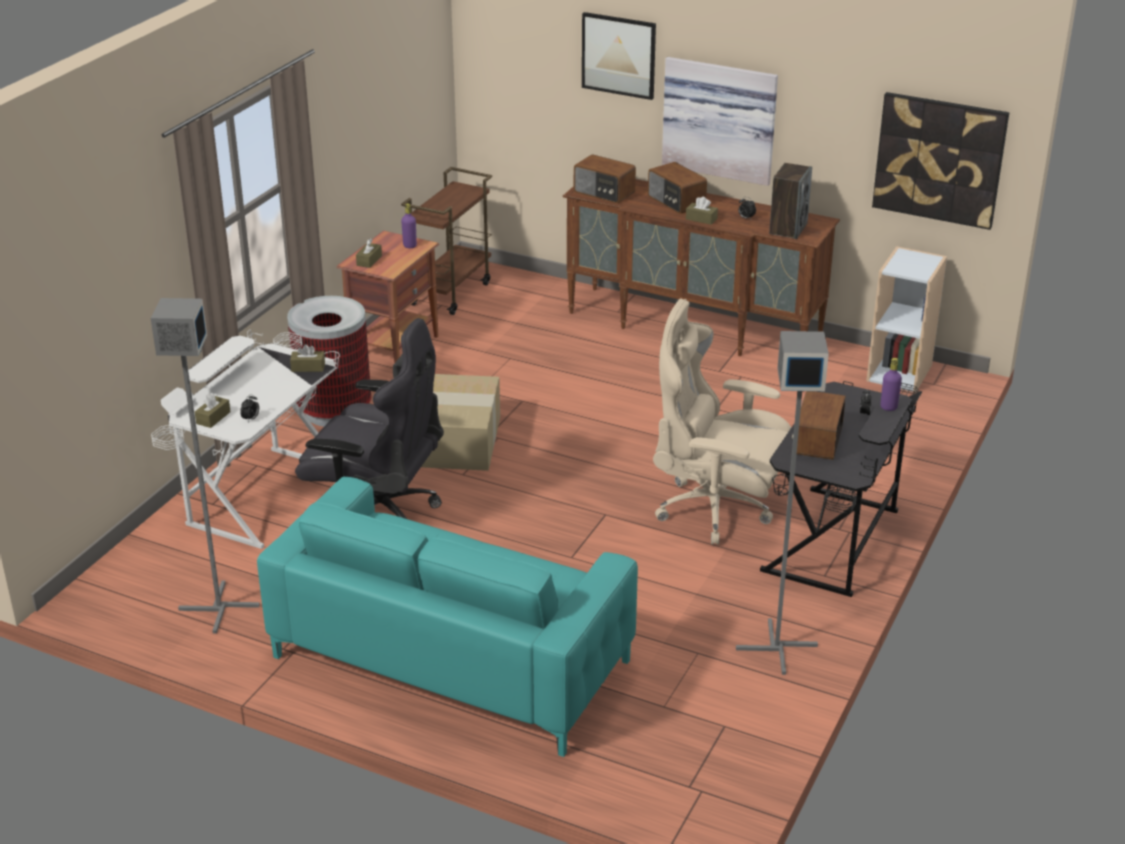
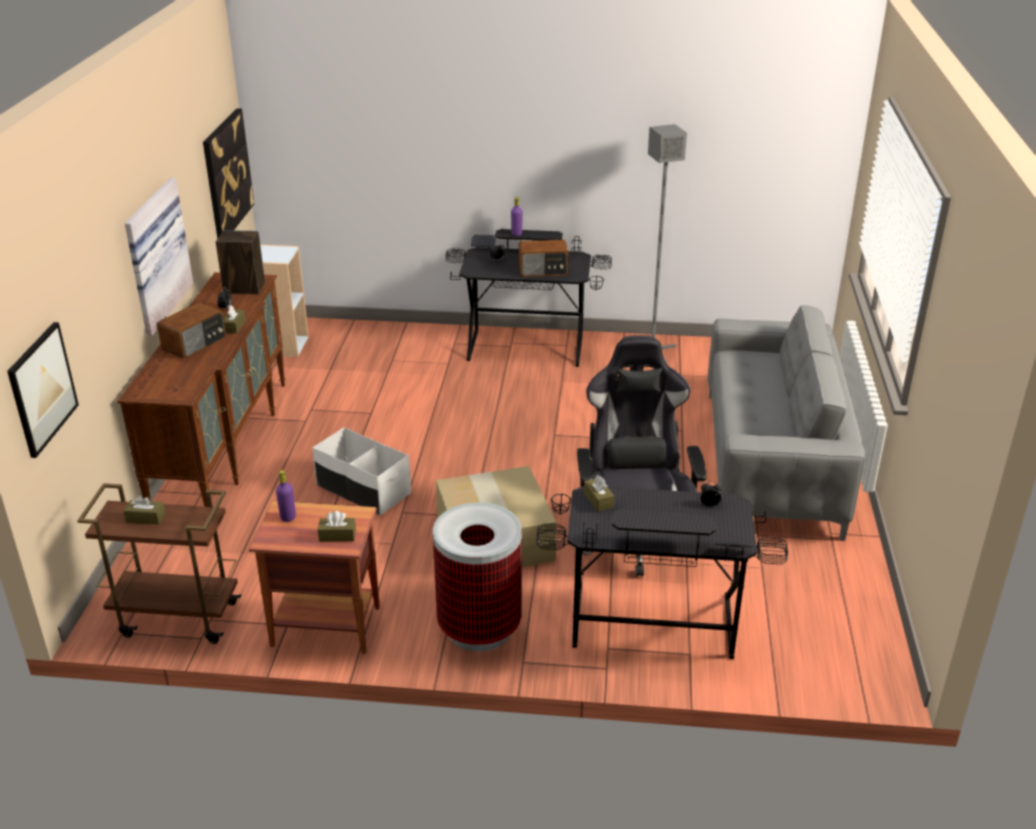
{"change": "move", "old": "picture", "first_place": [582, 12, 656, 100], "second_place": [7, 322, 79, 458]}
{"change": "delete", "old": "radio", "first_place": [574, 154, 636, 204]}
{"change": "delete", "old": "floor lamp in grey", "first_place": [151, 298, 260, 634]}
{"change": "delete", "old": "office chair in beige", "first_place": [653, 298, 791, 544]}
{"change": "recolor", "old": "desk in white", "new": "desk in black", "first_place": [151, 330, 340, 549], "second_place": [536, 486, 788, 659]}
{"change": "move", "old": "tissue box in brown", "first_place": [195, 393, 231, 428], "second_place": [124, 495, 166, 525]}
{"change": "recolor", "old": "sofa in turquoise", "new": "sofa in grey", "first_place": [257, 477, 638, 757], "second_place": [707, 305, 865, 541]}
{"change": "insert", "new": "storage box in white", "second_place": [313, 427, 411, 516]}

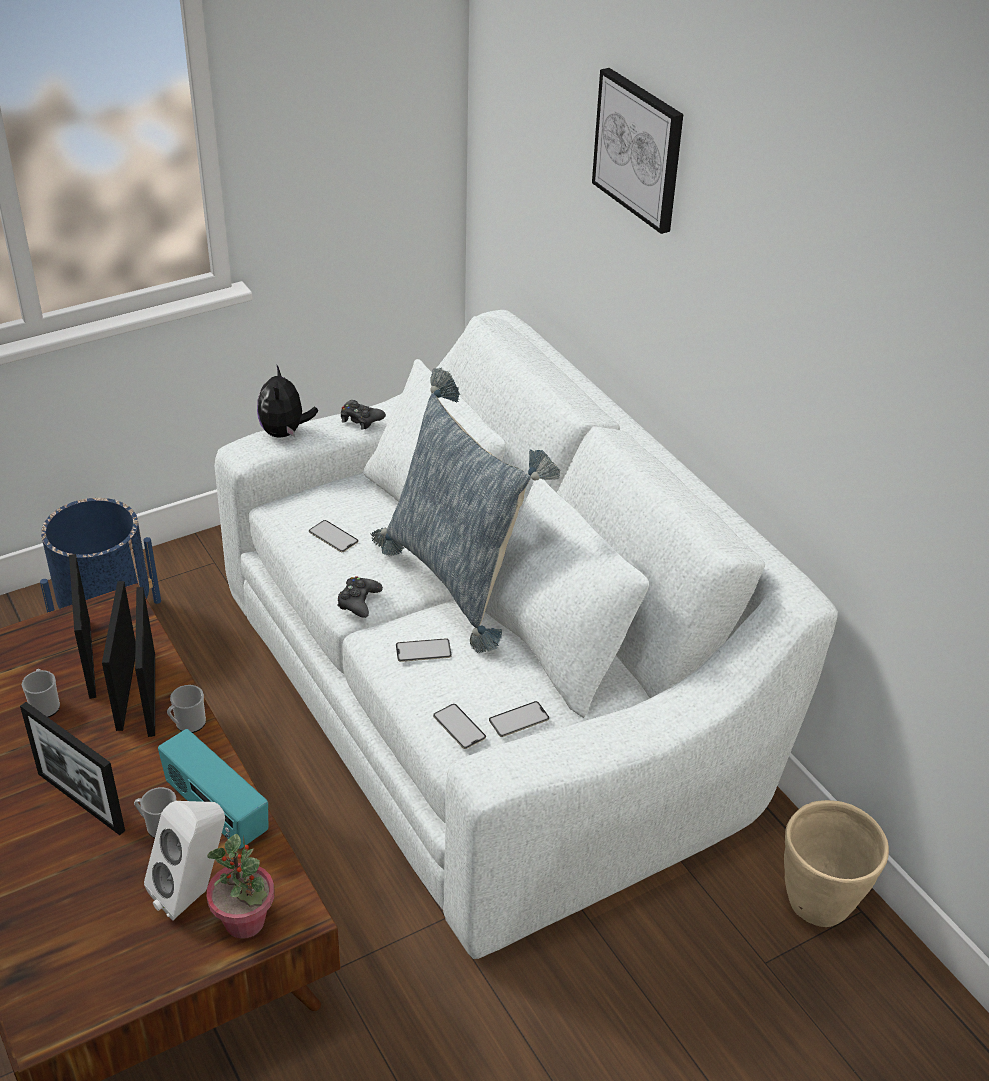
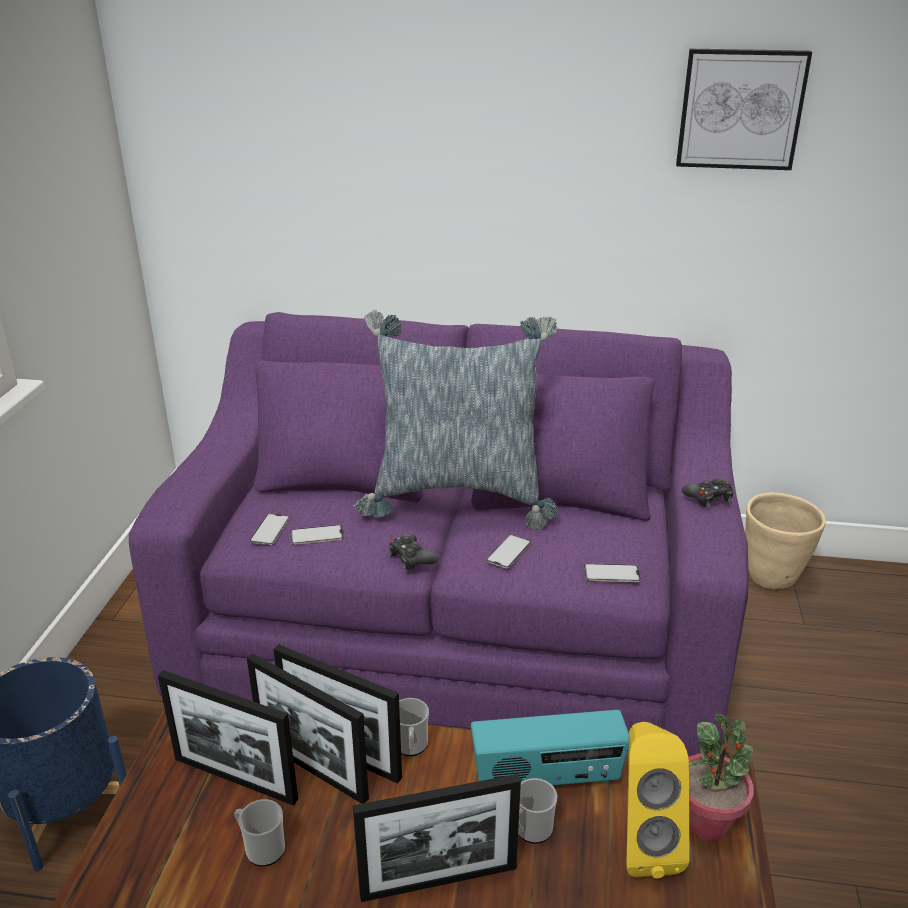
{"change": "move", "old": "picture", "first_place": [592, 68, 683, 234], "second_place": [676, 49, 812, 170]}
{"change": "recolor", "old": "sofa in white", "new": "sofa in purple", "first_place": [215, 310, 838, 959], "second_place": [129, 312, 748, 756]}
{"change": "delete", "old": "plush toy", "first_place": [257, 365, 318, 438]}
{"change": "move", "old": "game controller in black", "first_place": [341, 400, 386, 430], "second_place": [682, 478, 733, 508]}
{"change": "move", "old": "phone", "first_place": [489, 701, 549, 737], "second_place": [249, 513, 290, 545]}
{"change": "recolor", "old": "speaker in white", "new": "speaker in yellow", "first_place": [144, 801, 225, 921], "second_place": [626, 722, 690, 878]}

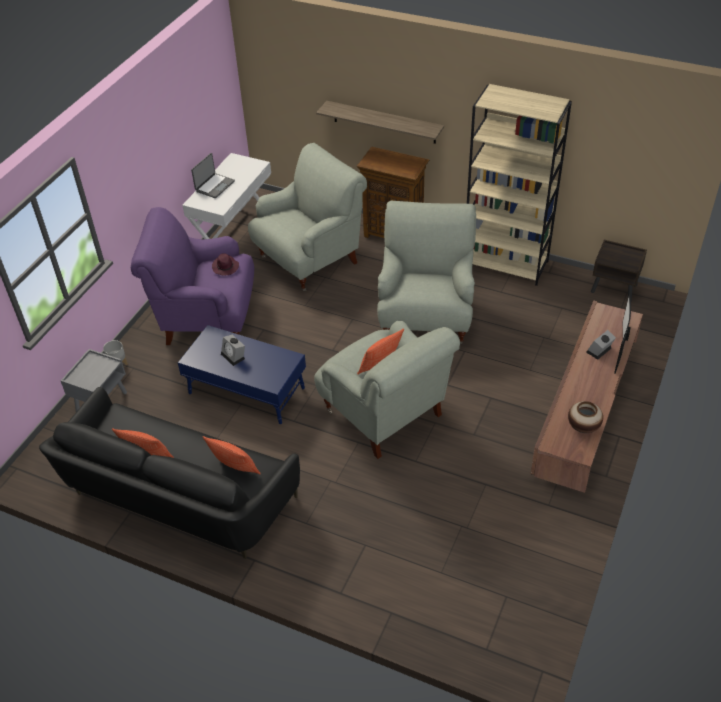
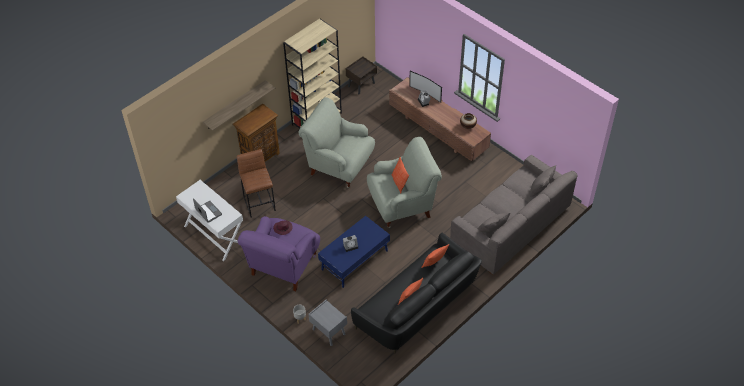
{"change": "replace", "old": "armchair in grey", "new": "stool in brown", "first_place": [248, 143, 367, 291], "second_place": [237, 149, 276, 218]}
{"change": "insert", "new": "sofa in grey", "second_place": [450, 155, 578, 275]}

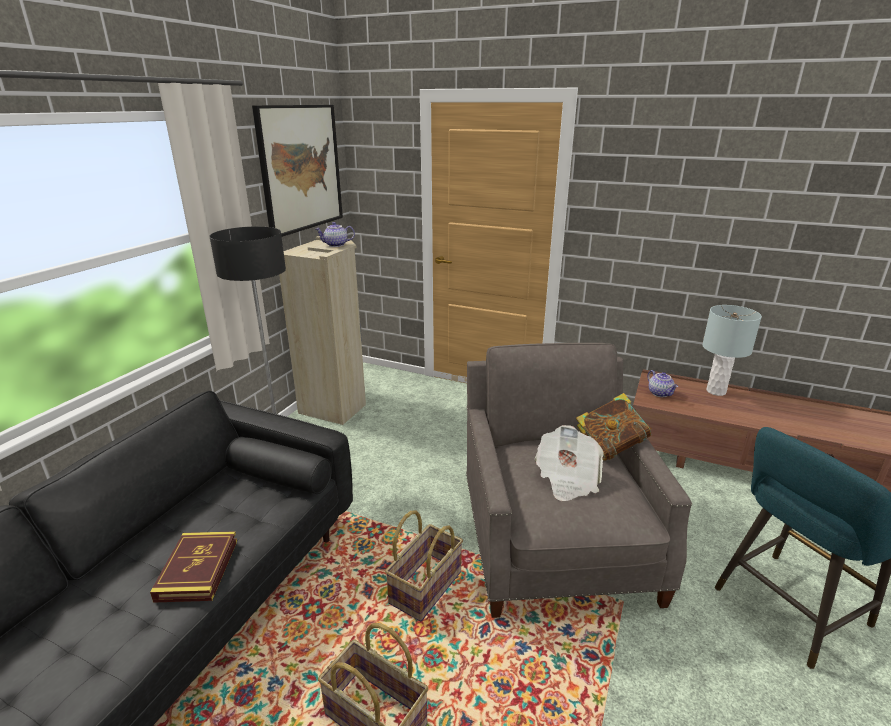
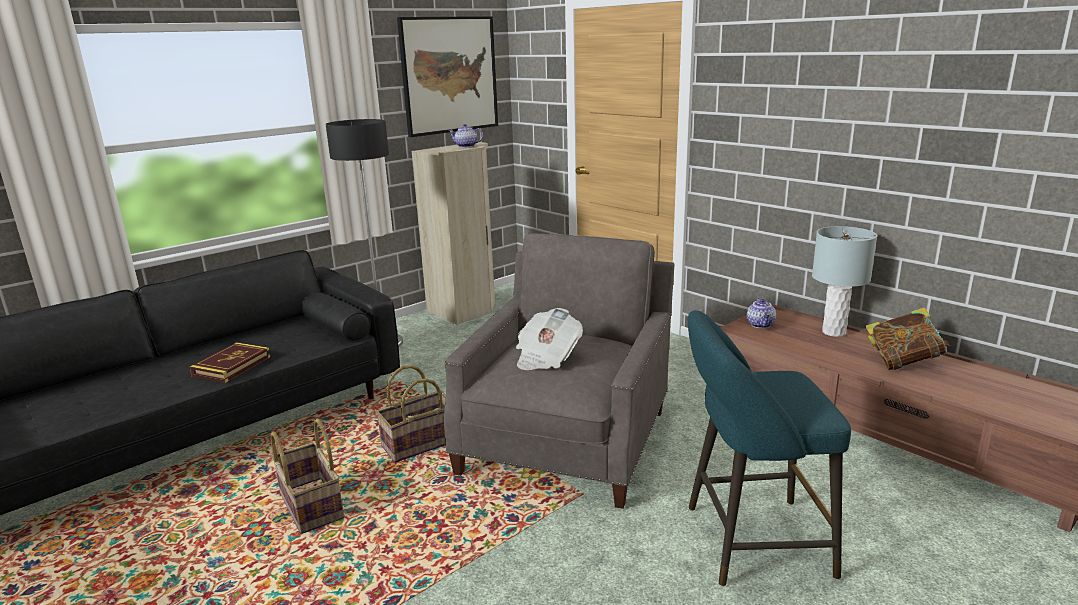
{"change": "move", "old": "book", "first_place": [576, 393, 652, 461], "second_place": [866, 307, 950, 370]}

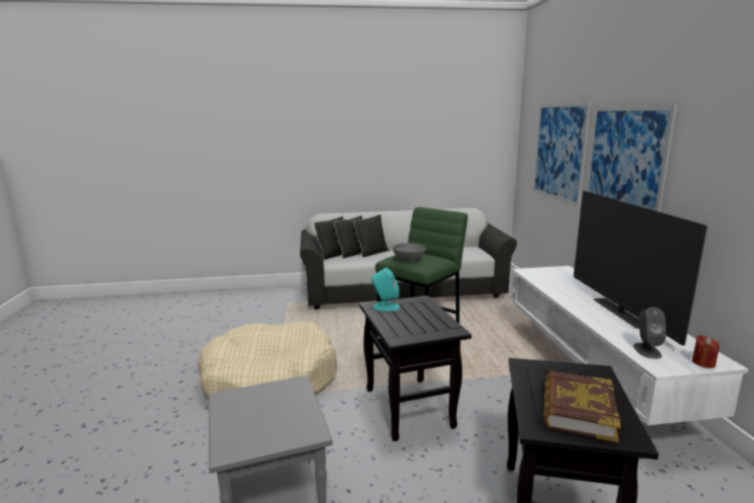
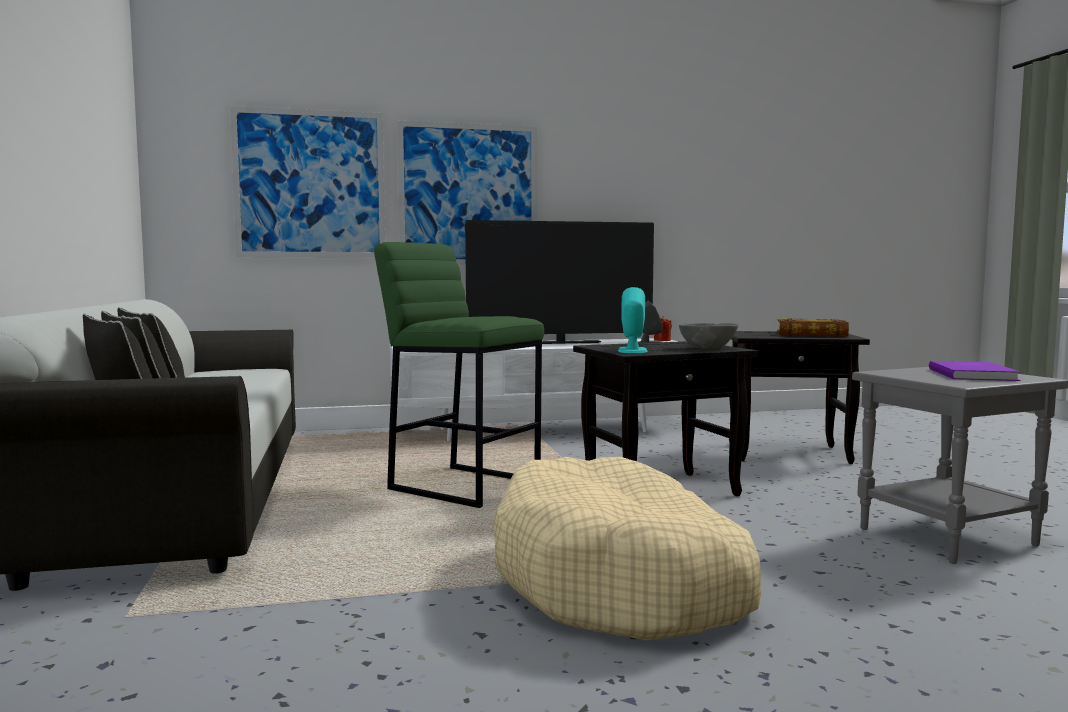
{"change": "move", "old": "bowl in grey", "first_place": [393, 243, 426, 262], "second_place": [679, 323, 738, 349]}
{"change": "insert", "new": "book in purple", "second_place": [929, 361, 1021, 381]}

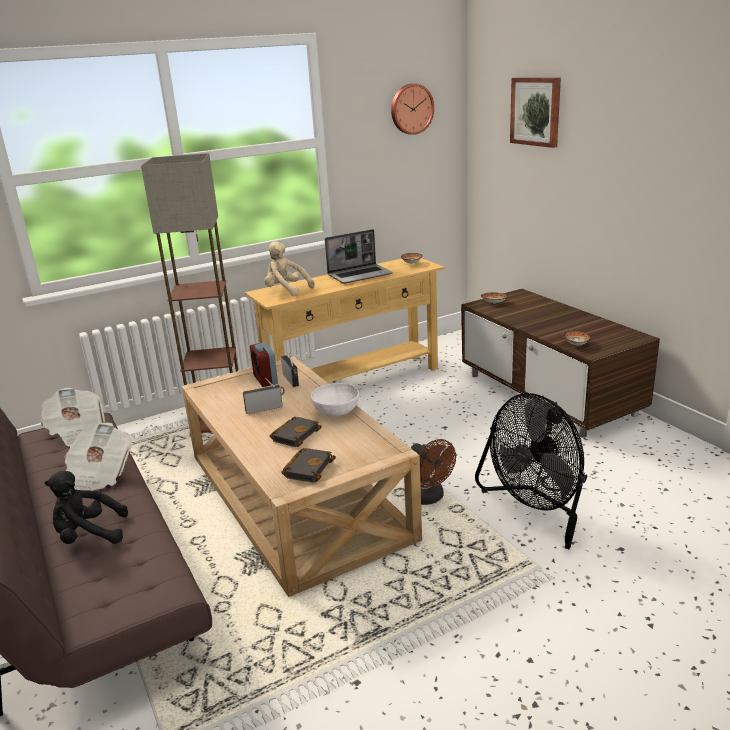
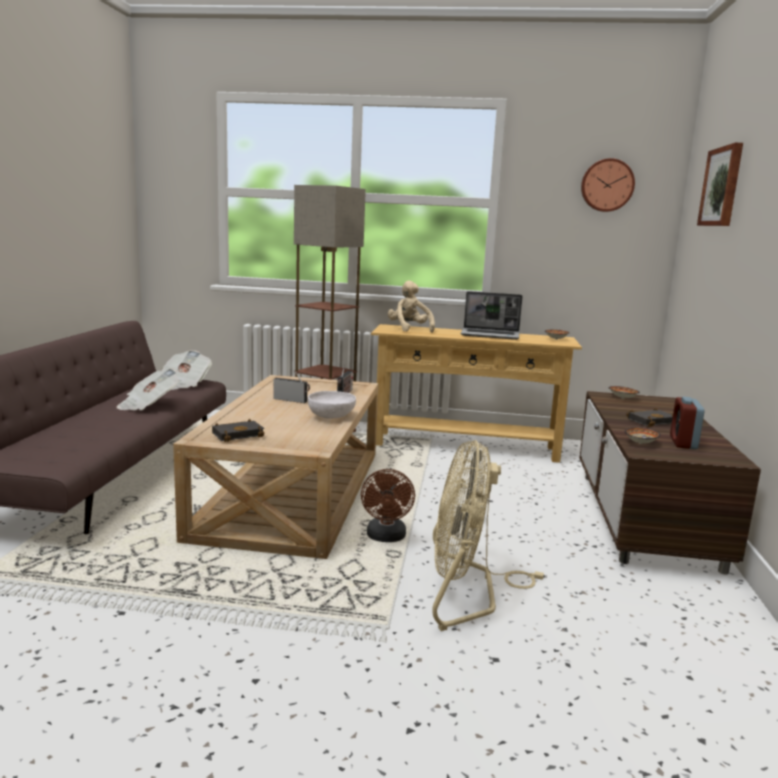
{"change": "move", "old": "alarm clock", "first_place": [250, 342, 278, 387], "second_place": [670, 397, 705, 450]}
{"change": "recolor", "old": "fan in black", "new": "fan in beige", "first_place": [475, 393, 588, 550], "second_place": [432, 440, 547, 631]}
{"change": "move", "old": "book in black", "first_place": [270, 416, 322, 447], "second_place": [626, 408, 673, 427]}
{"change": "delete", "old": "plush toy in black", "first_place": [45, 471, 128, 544]}

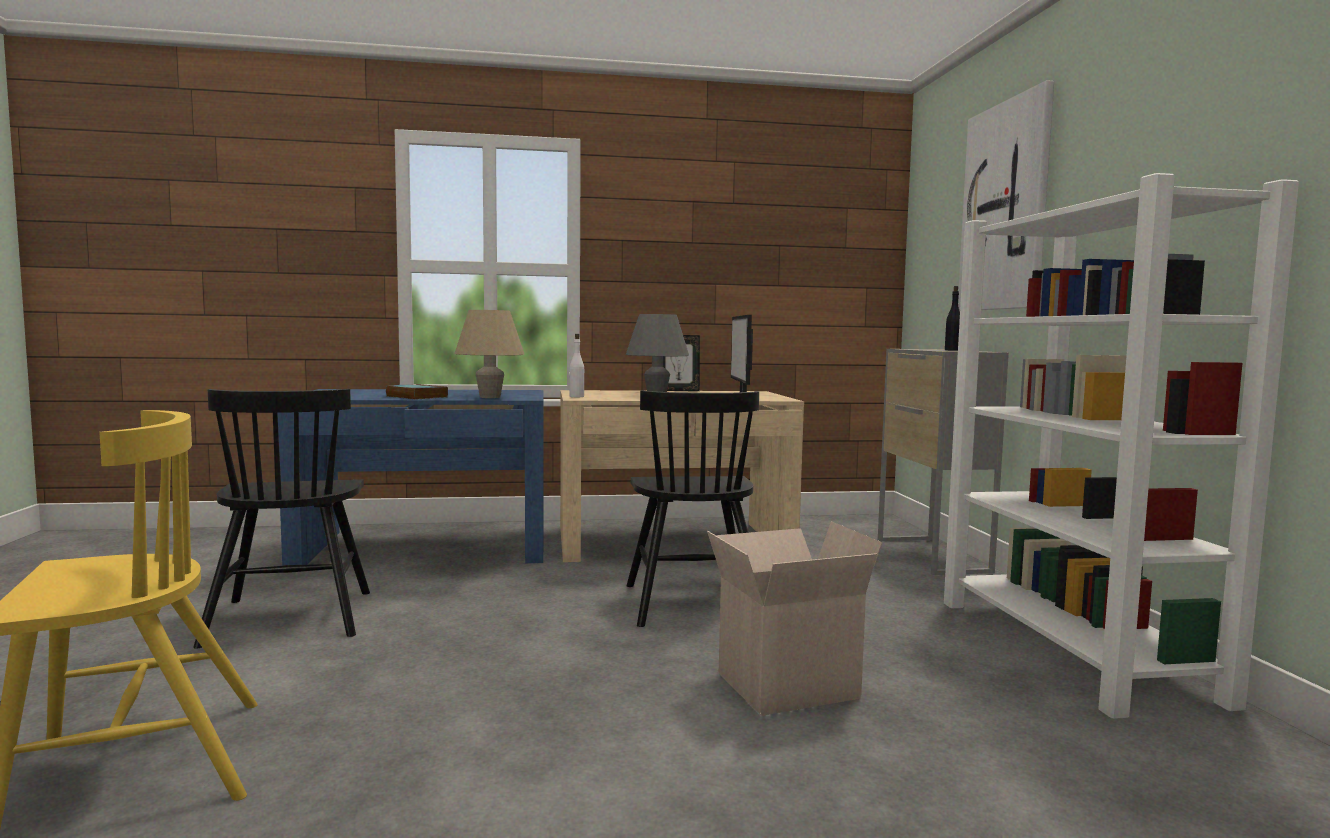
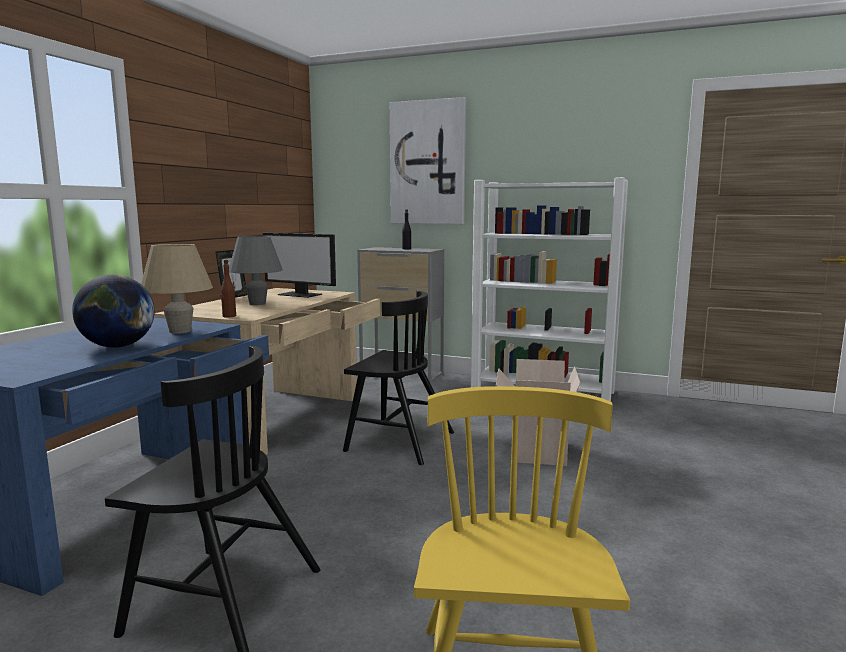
{"change": "recolor", "old": "bottle in white", "new": "bottle in brown", "first_place": [569, 334, 584, 397], "second_place": [221, 260, 236, 318]}
{"change": "replace", "old": "book", "new": "globe", "first_place": [386, 384, 448, 399], "second_place": [72, 274, 155, 348]}

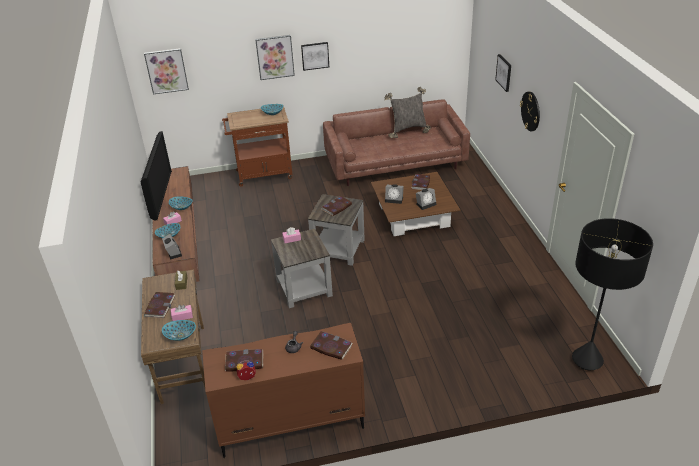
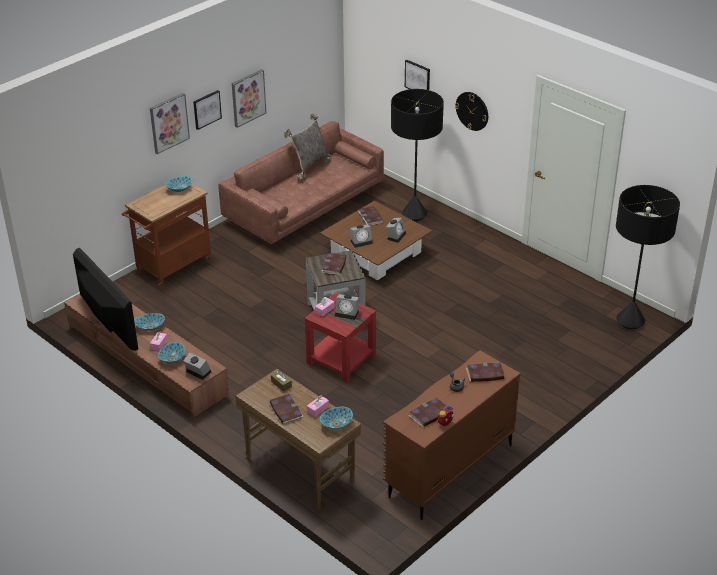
{"change": "move", "old": "picture", "first_place": [144, 48, 189, 94], "second_place": [232, 69, 266, 128]}
{"change": "recolor", "old": "side table in grey", "new": "side table in red", "first_place": [271, 229, 333, 308], "second_place": [305, 293, 376, 383]}
{"change": "insert", "new": "floor lamp in black", "second_place": [391, 89, 444, 221]}
{"change": "insert", "new": "alarm clock", "second_place": [335, 294, 359, 320]}

